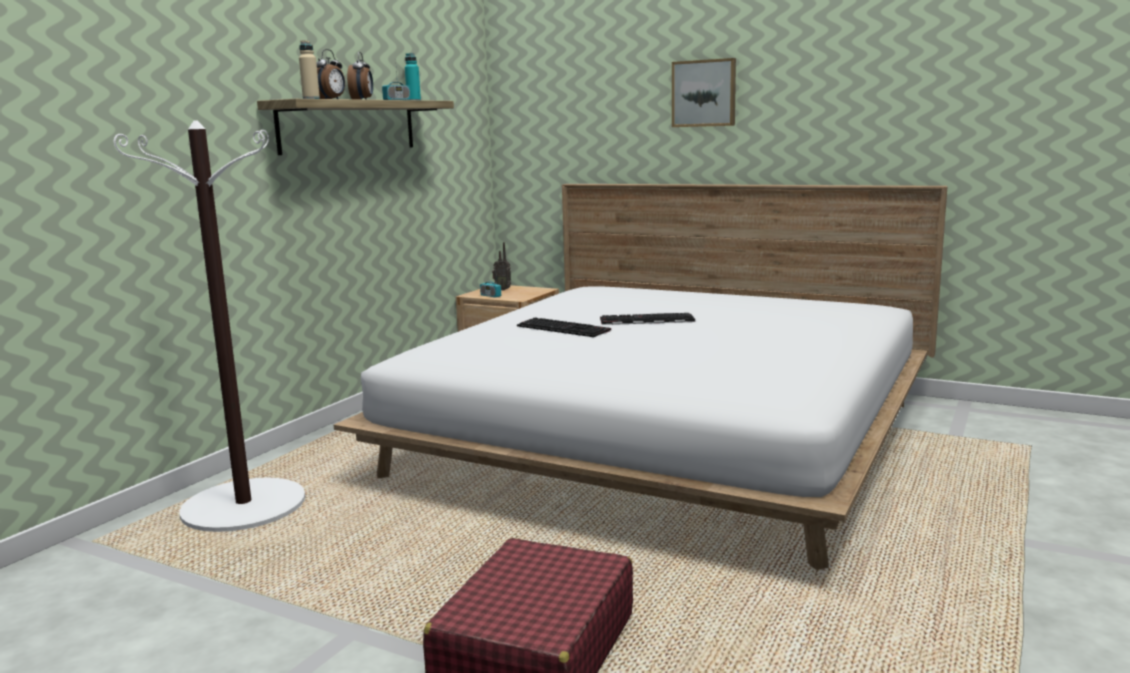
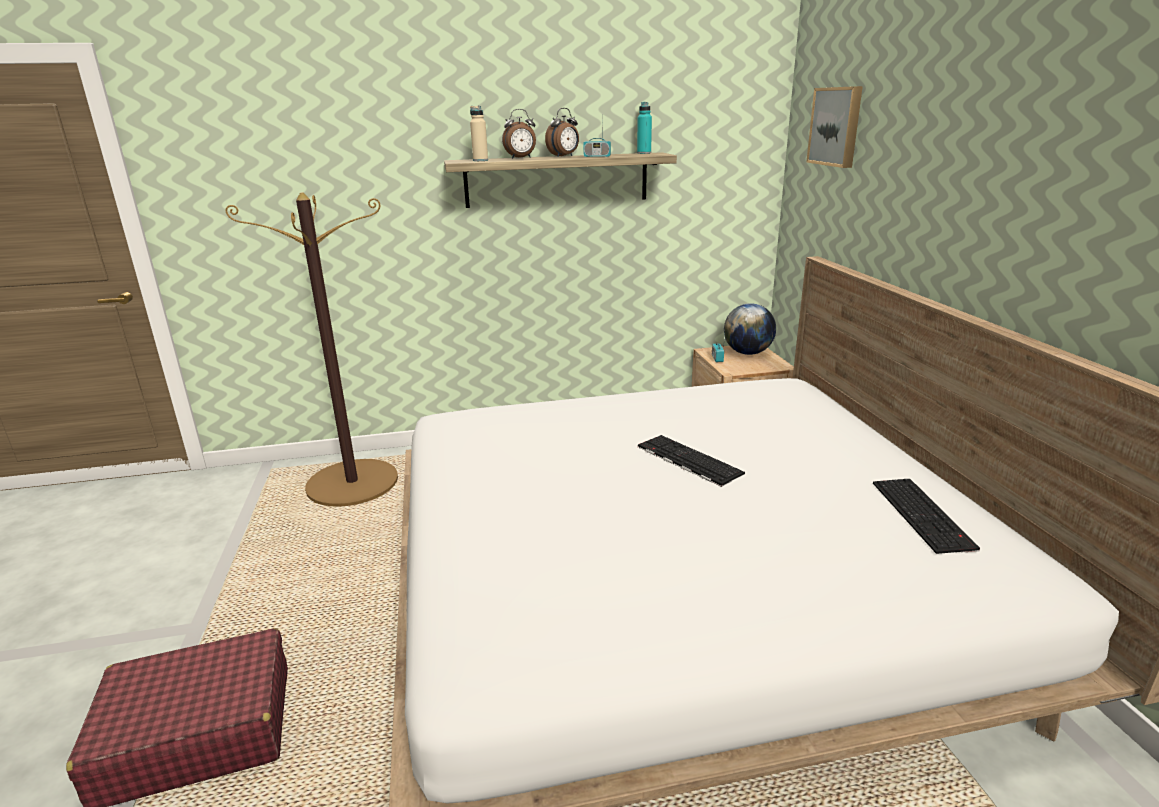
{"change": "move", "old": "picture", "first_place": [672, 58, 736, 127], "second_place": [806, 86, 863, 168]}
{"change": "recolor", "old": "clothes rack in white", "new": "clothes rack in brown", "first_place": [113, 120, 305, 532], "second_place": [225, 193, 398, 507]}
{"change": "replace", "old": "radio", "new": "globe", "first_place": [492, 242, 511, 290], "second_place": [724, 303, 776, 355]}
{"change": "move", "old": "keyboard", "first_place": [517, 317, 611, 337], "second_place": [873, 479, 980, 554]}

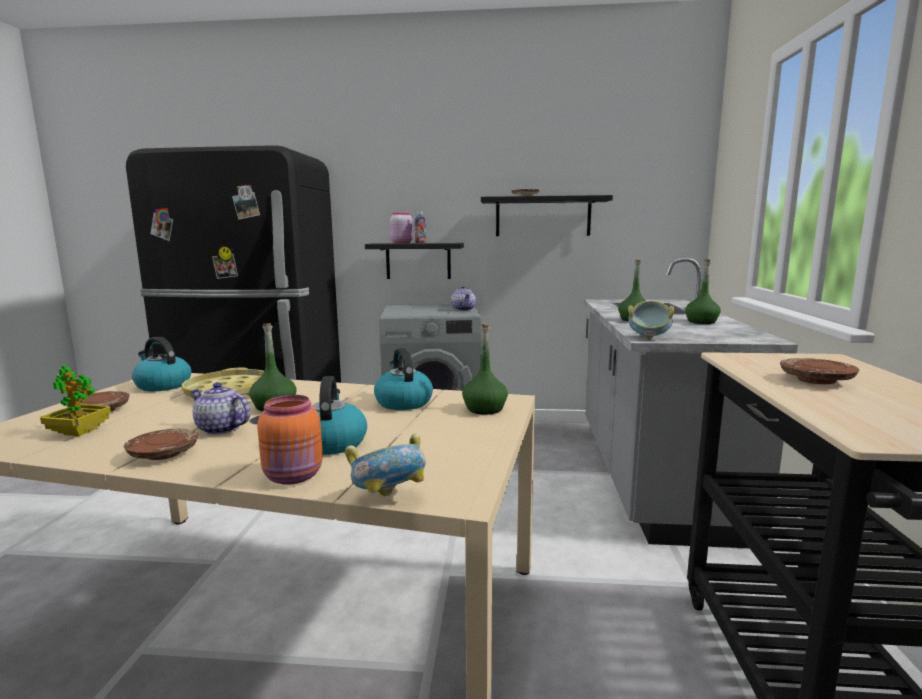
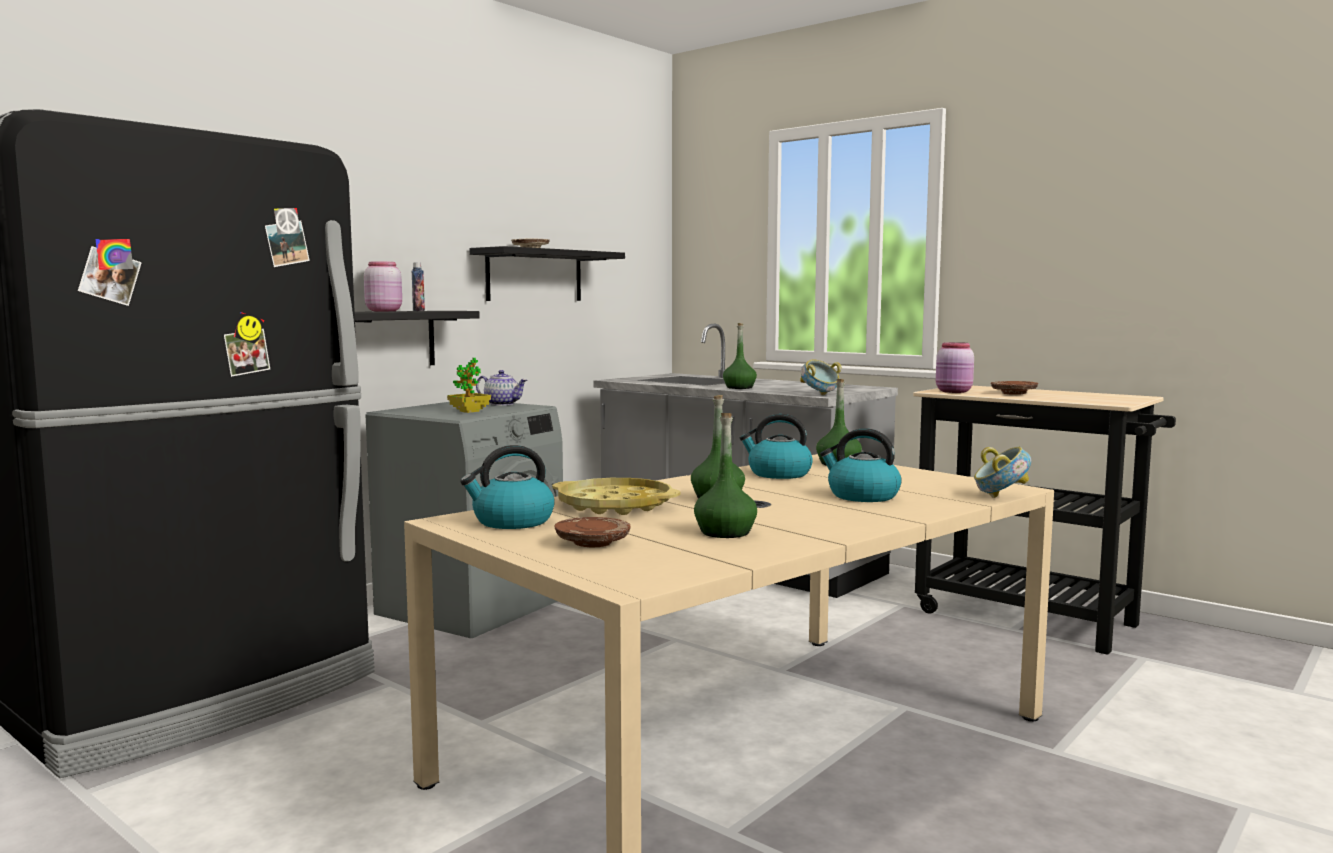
{"change": "move", "old": "bottle in green", "first_place": [685, 259, 721, 324], "second_place": [694, 413, 757, 538]}
{"change": "move", "old": "potted plant", "first_place": [40, 365, 111, 436], "second_place": [447, 358, 491, 413]}
{"change": "delete", "old": "teapot", "first_place": [190, 382, 250, 435]}
{"change": "delete", "old": "jar in orange", "first_place": [257, 395, 323, 485]}
{"change": "delete", "old": "plate in brown", "first_place": [124, 429, 198, 460]}
{"change": "insert", "new": "jar in pink", "second_place": [936, 342, 974, 393]}

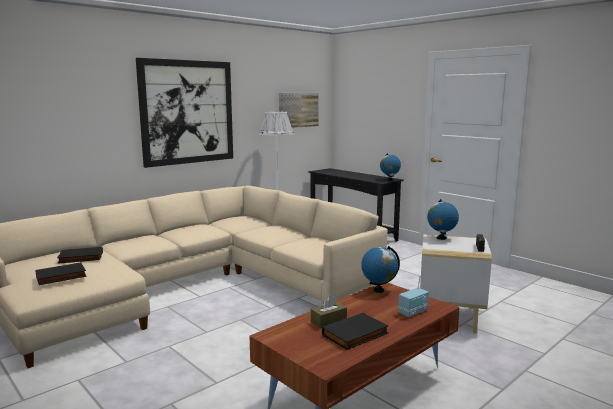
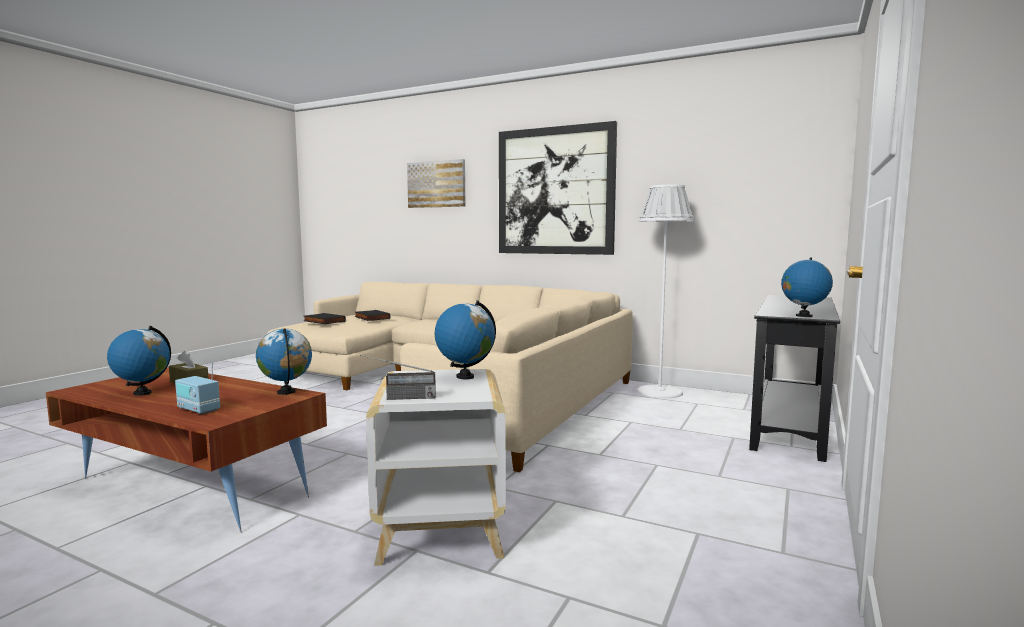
{"change": "move", "old": "picture", "first_place": [279, 93, 319, 128], "second_place": [407, 159, 465, 208]}
{"change": "replace", "old": "book in black", "new": "globe", "first_place": [322, 312, 389, 350], "second_place": [107, 326, 171, 396]}

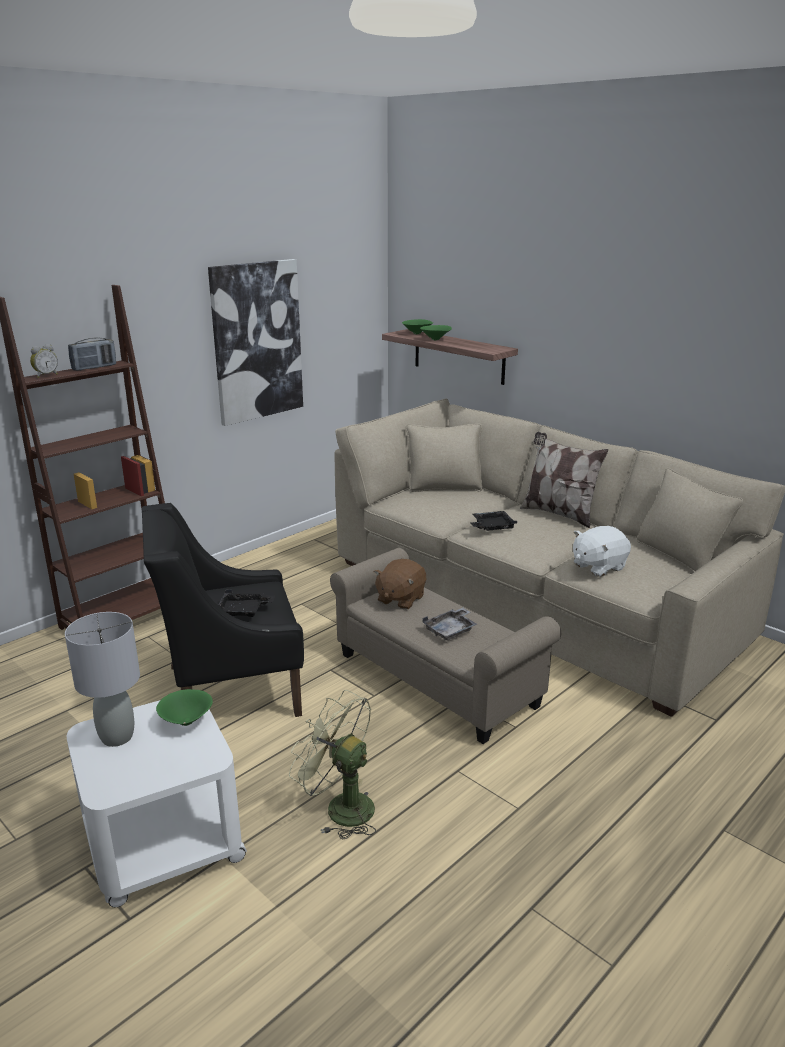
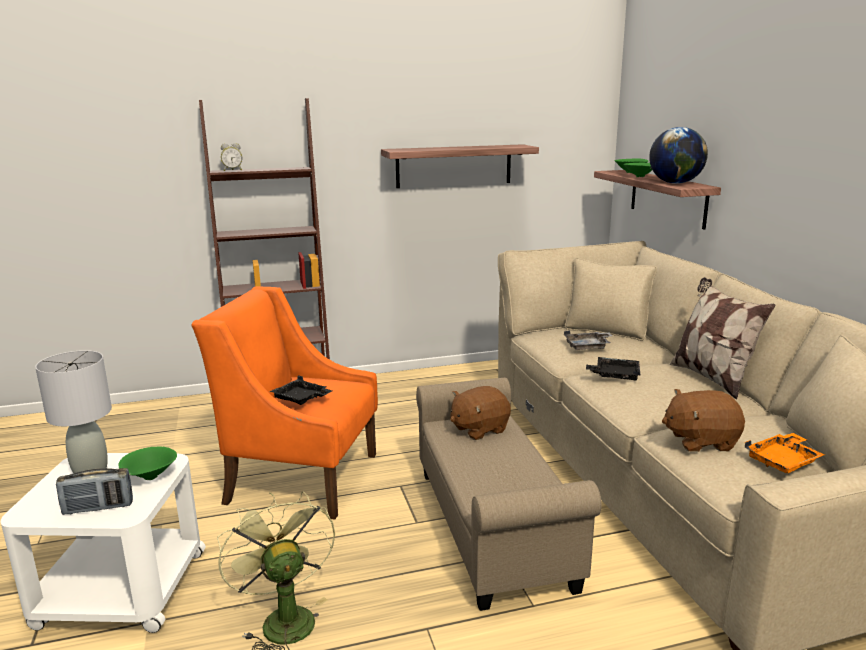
{"change": "replace", "old": "picture", "new": "shelf", "first_place": [208, 259, 303, 426], "second_place": [381, 144, 539, 188]}
{"change": "move", "old": "radio", "first_place": [68, 338, 116, 371], "second_place": [56, 468, 133, 515]}
{"change": "recolor", "old": "armchair in black", "new": "armchair in orange", "first_place": [142, 503, 304, 717], "second_place": [191, 286, 378, 520]}
{"change": "recolor", "old": "plush toy in white", "new": "plush toy in brown", "first_place": [573, 526, 631, 577], "second_place": [662, 389, 745, 452]}
{"change": "move", "old": "tray in grey", "first_place": [422, 608, 477, 640], "second_place": [564, 330, 612, 350]}
{"change": "insert", "new": "globe", "second_place": [649, 127, 708, 184]}
{"change": "insert", "new": "tray in orange", "second_place": [745, 433, 825, 473]}

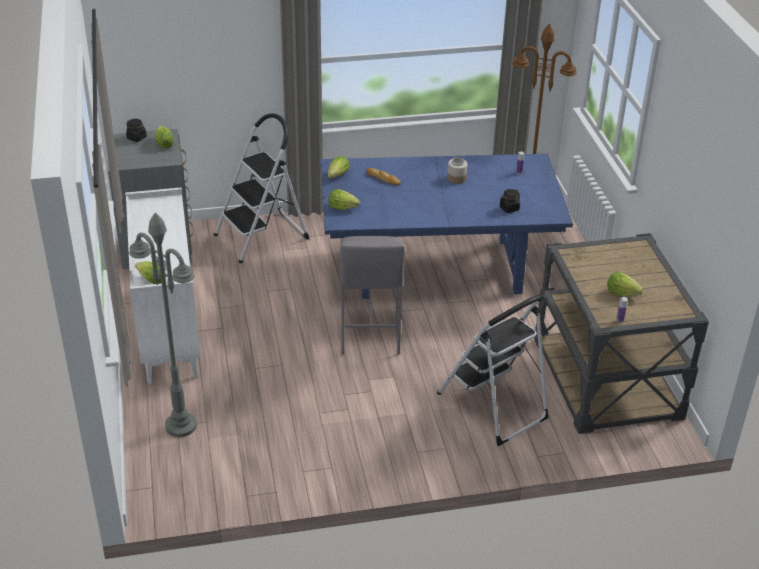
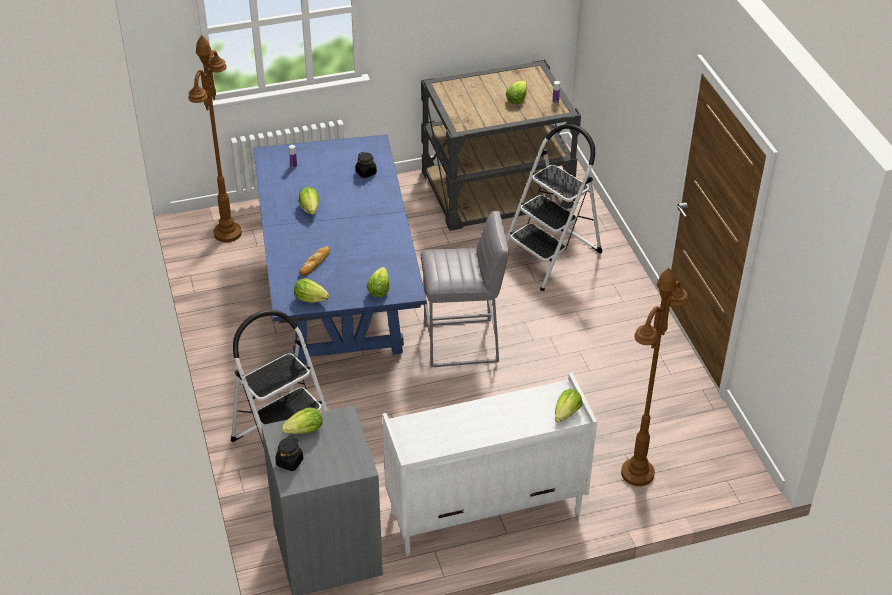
{"change": "replace", "old": "jar", "new": "lettuce", "first_place": [447, 158, 467, 184], "second_place": [299, 187, 319, 215]}
{"change": "recolor", "old": "floor lamp in grey", "new": "floor lamp in brown", "first_place": [129, 212, 197, 437], "second_place": [621, 268, 688, 486]}

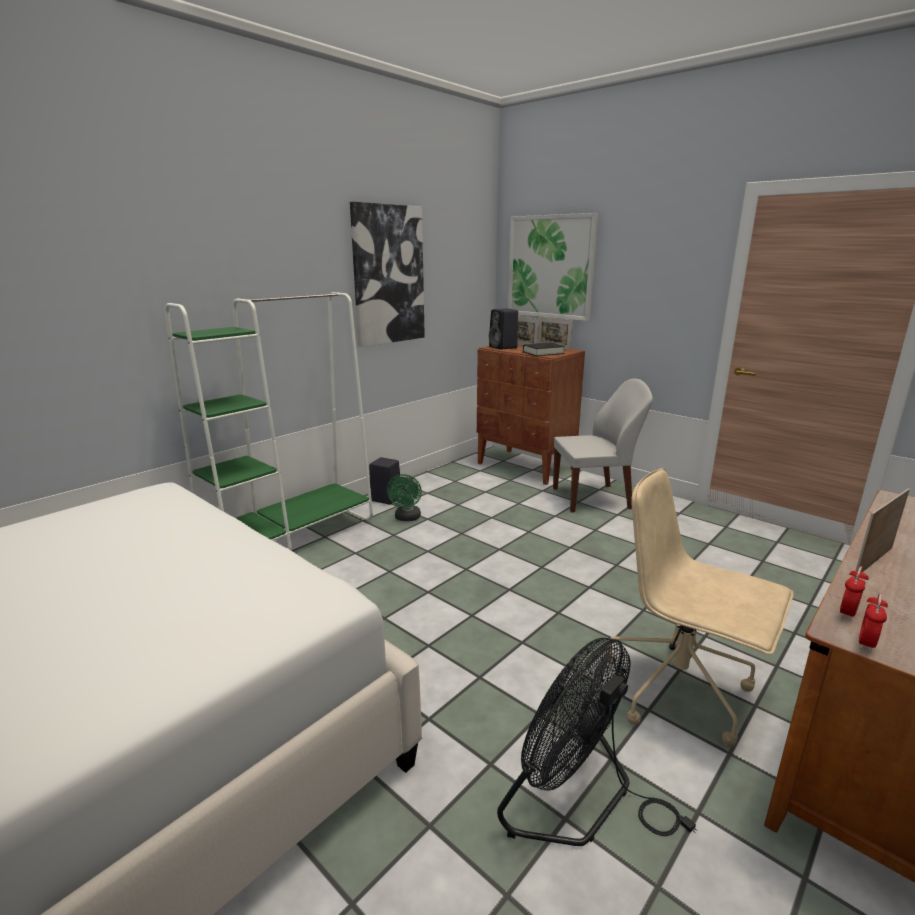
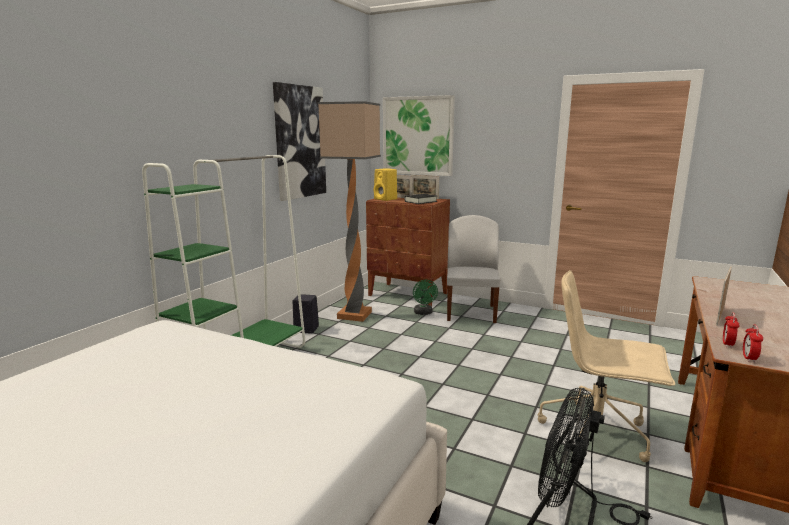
{"change": "recolor", "old": "speaker in black", "new": "speaker in yellow", "first_place": [489, 308, 518, 350], "second_place": [374, 168, 397, 201]}
{"change": "rotate", "old": "chair in white", "first_place": [553, 379, 653, 513], "second_place": [447, 215, 501, 323], "degrees": -60}
{"change": "move", "old": "fan in green", "first_place": [387, 474, 422, 521], "second_place": [413, 280, 438, 315]}
{"change": "insert", "new": "floor lamp", "second_place": [318, 101, 381, 322]}

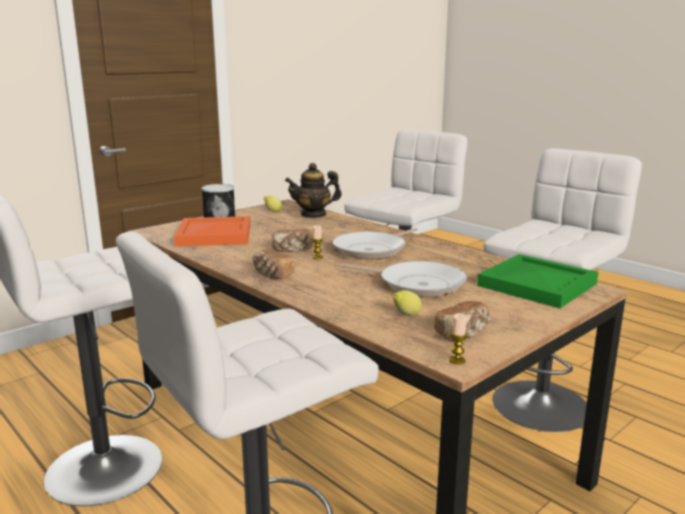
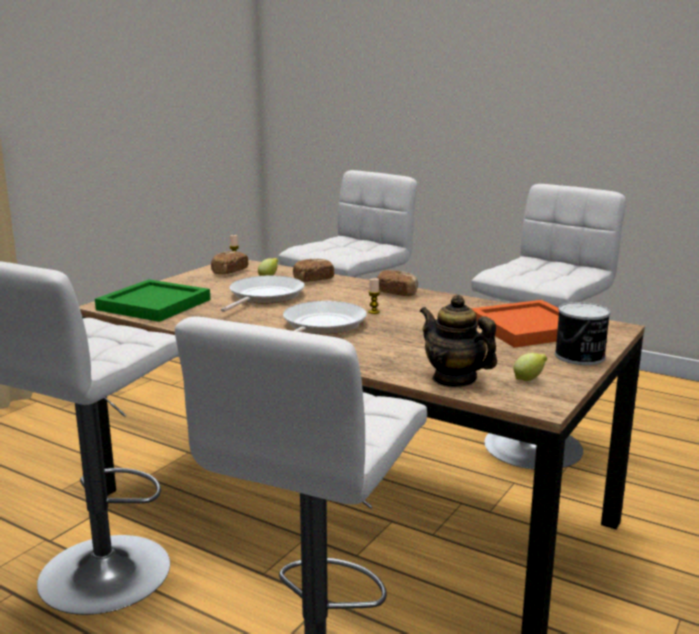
{"change": "rotate", "old": "teapot", "first_place": [285, 163, 342, 218], "second_place": [420, 294, 497, 387], "degrees": -105}
{"change": "move", "old": "bread", "first_place": [272, 229, 313, 252], "second_place": [293, 259, 334, 282]}
{"change": "rotate", "old": "frying pan", "first_place": [341, 261, 467, 297], "second_place": [221, 276, 305, 312], "degrees": 105}

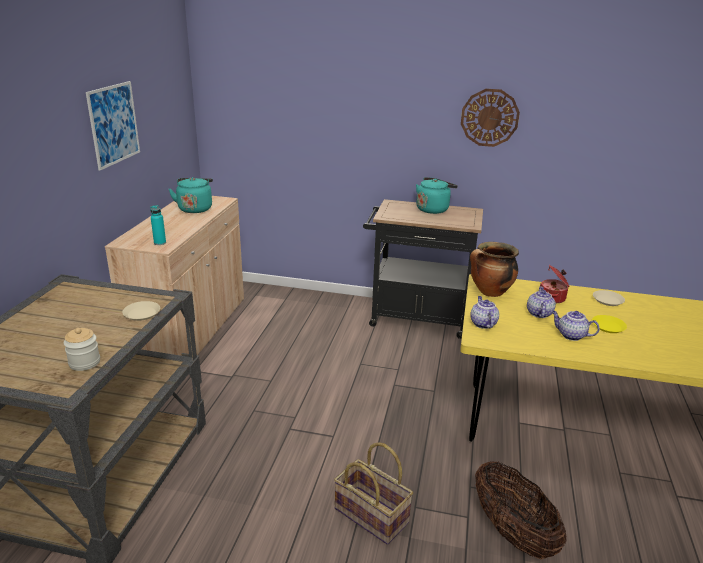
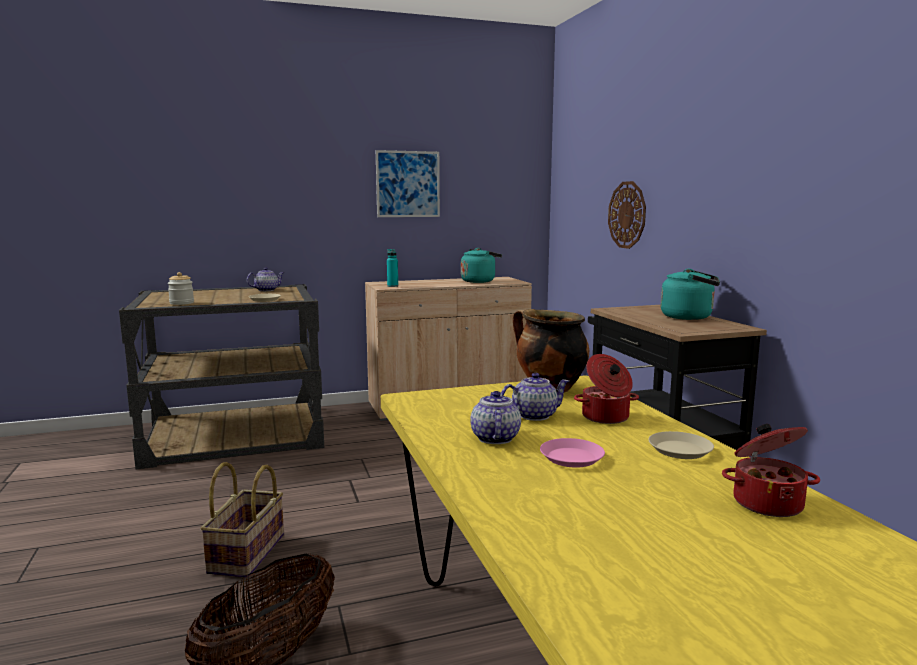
{"change": "move", "old": "wall clock", "first_place": [461, 89, 520, 147], "second_place": [608, 181, 646, 249]}
{"change": "move", "old": "teapot", "first_place": [470, 296, 499, 329], "second_place": [247, 267, 284, 291]}
{"change": "recolor", "old": "plate in yellow", "new": "plate in pink", "first_place": [592, 315, 627, 333], "second_place": [540, 438, 605, 468]}
{"change": "insert", "new": "cooking pot", "second_place": [722, 424, 820, 517]}

